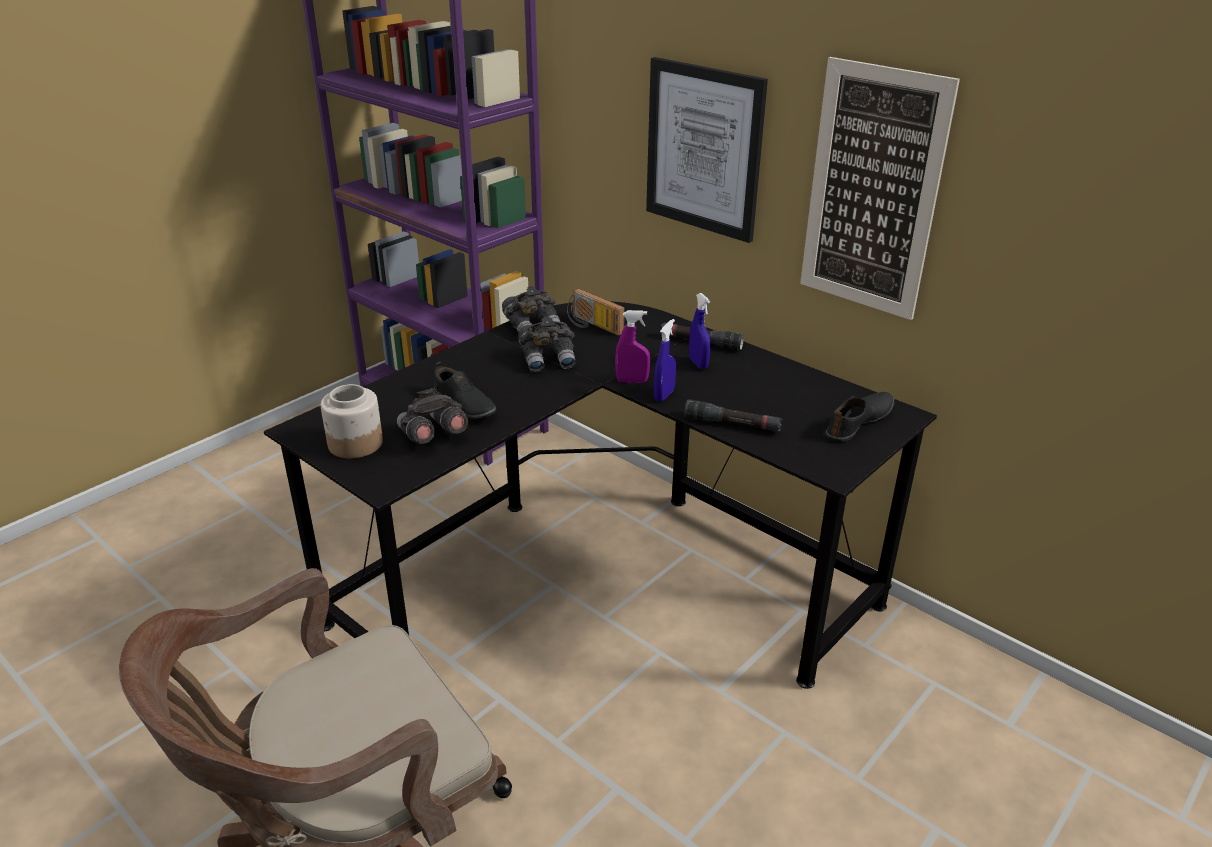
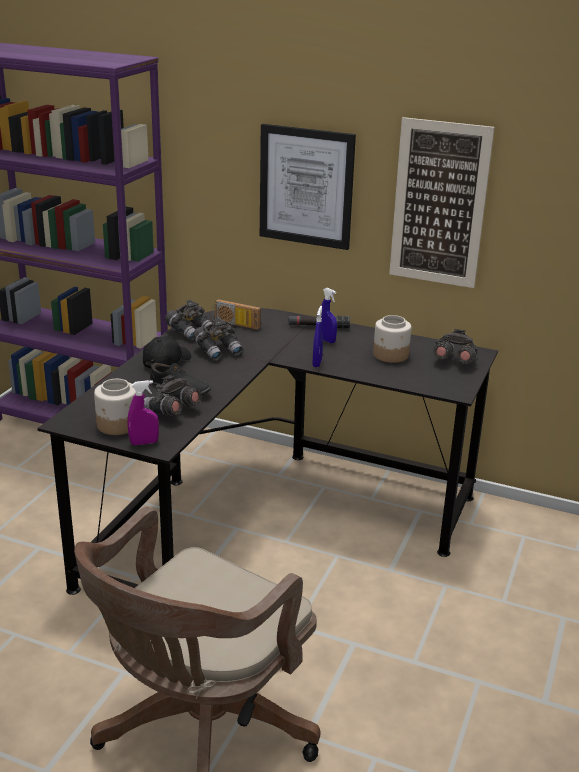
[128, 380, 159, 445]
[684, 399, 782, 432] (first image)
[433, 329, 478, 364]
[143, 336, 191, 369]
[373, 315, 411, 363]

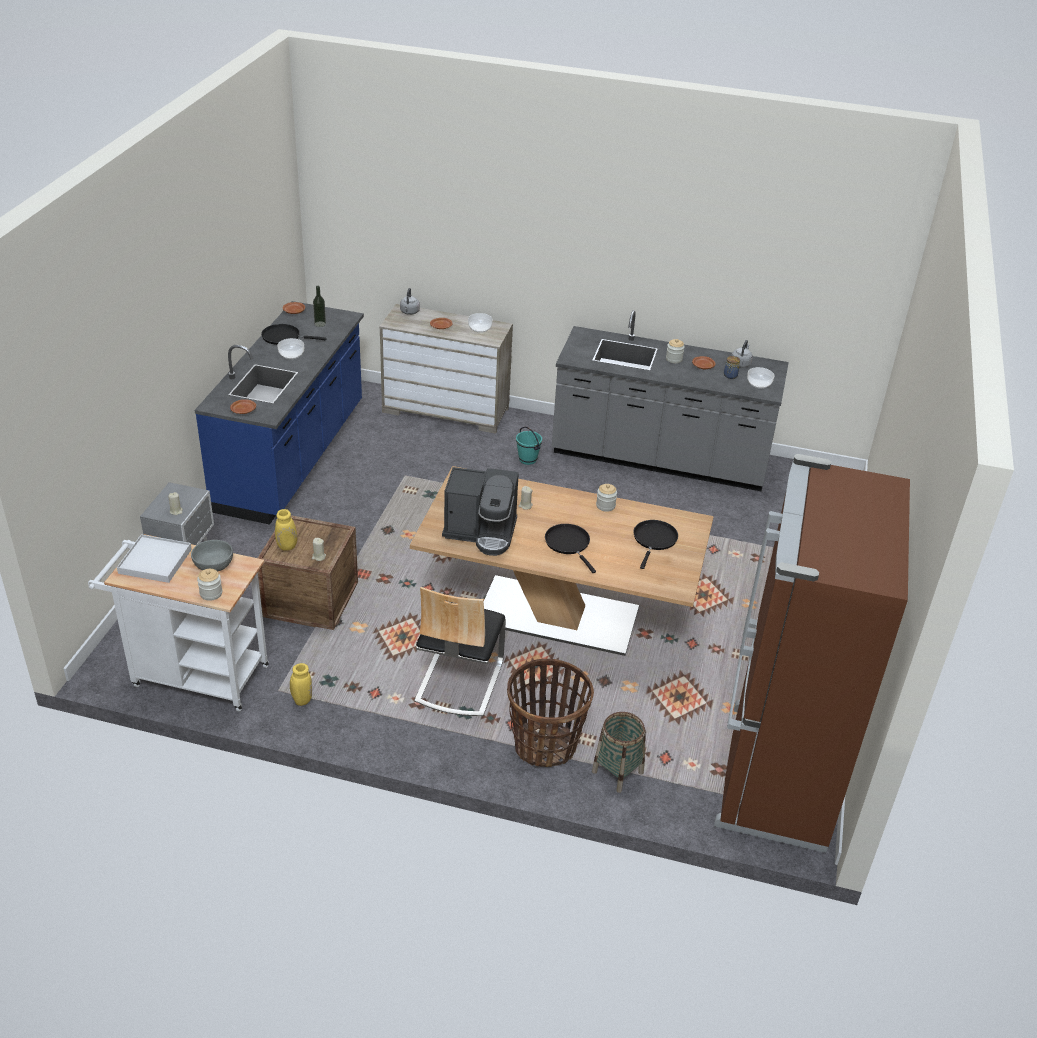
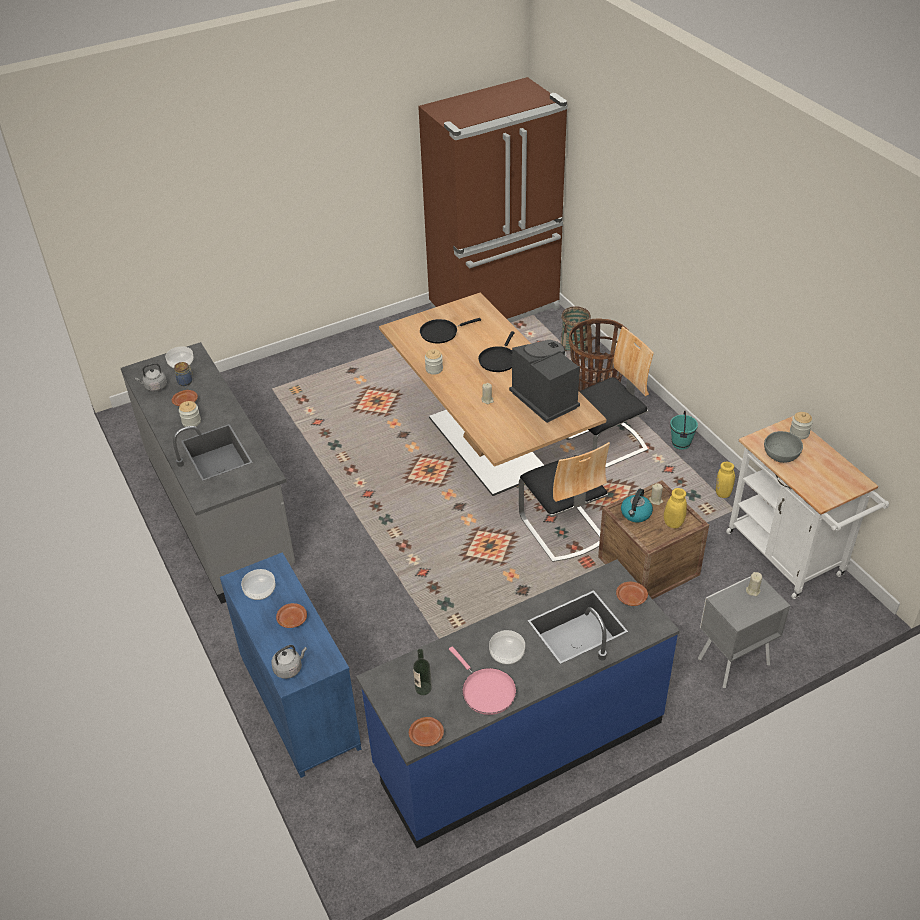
[117, 534, 192, 583] (first image)
[449, 646, 517, 715]
[220, 552, 361, 778]
[670, 411, 698, 450]
[519, 442, 610, 562]
[621, 489, 653, 522]

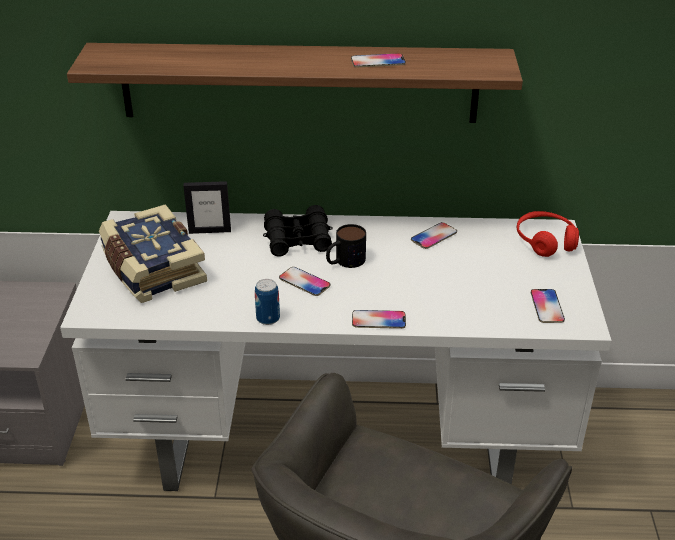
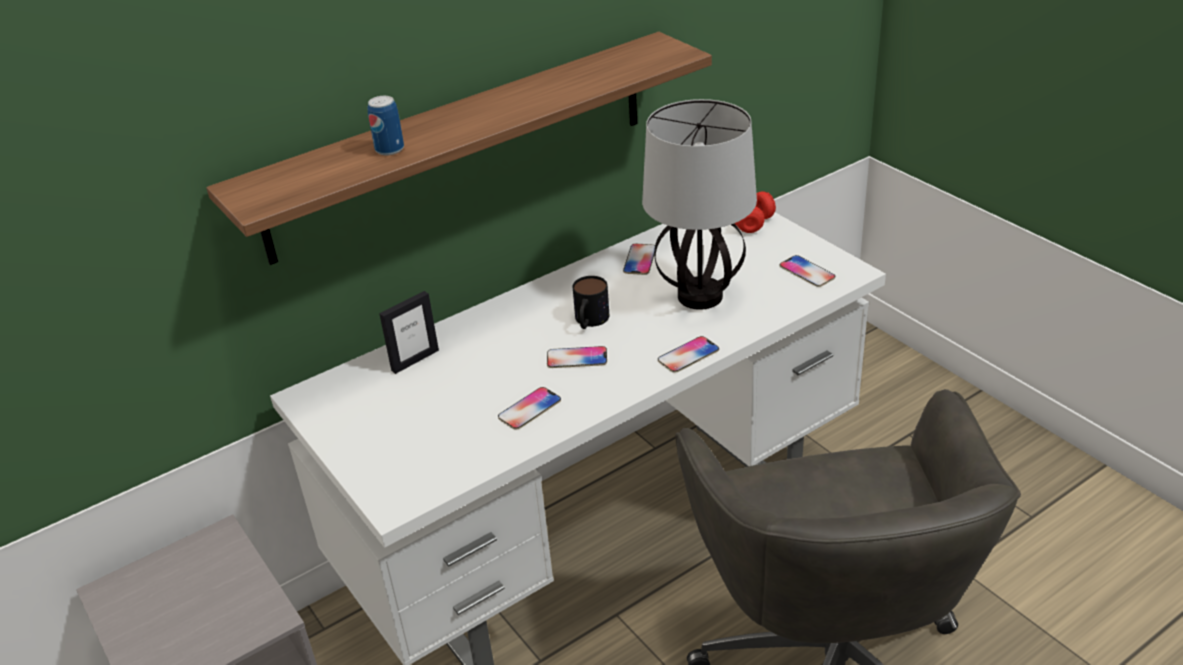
[99, 204, 207, 303] (first image)
[367, 96, 404, 156]
[263, 205, 333, 256] (first image)
[498, 387, 561, 430]
[642, 99, 757, 310]

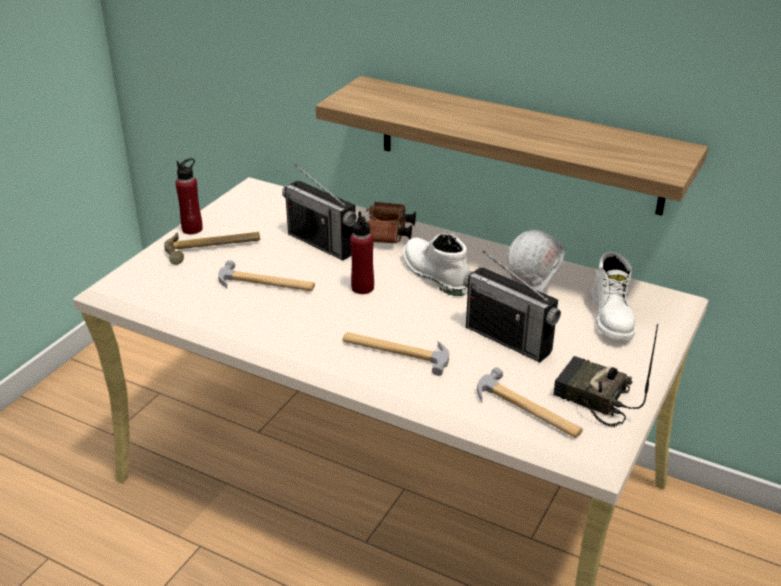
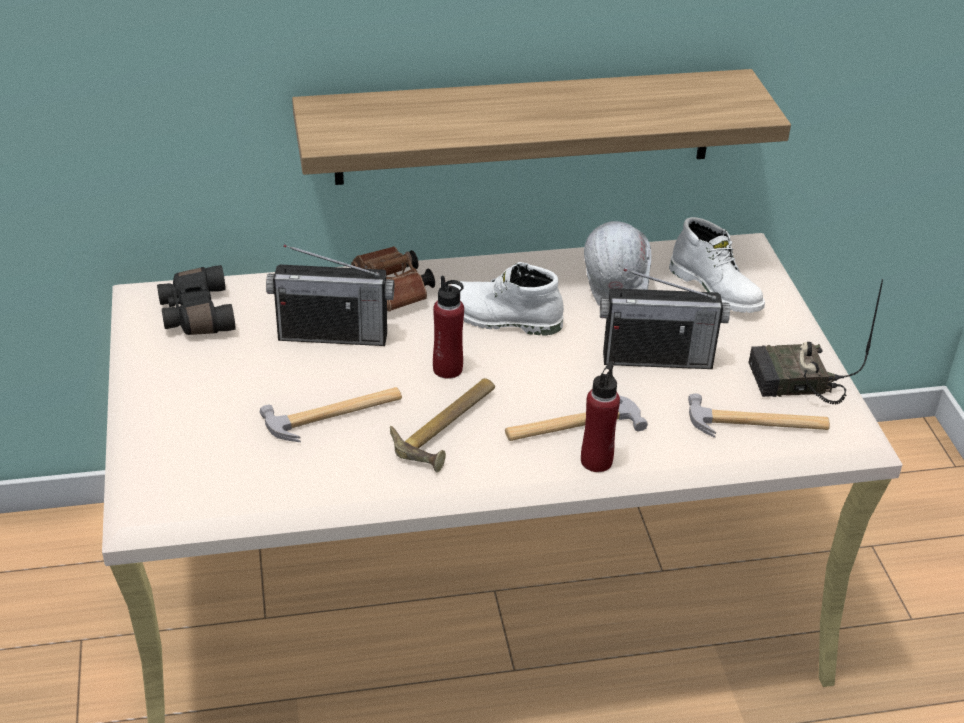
[390, 378, 495, 472]
[581, 361, 620, 472]
[157, 265, 236, 335]

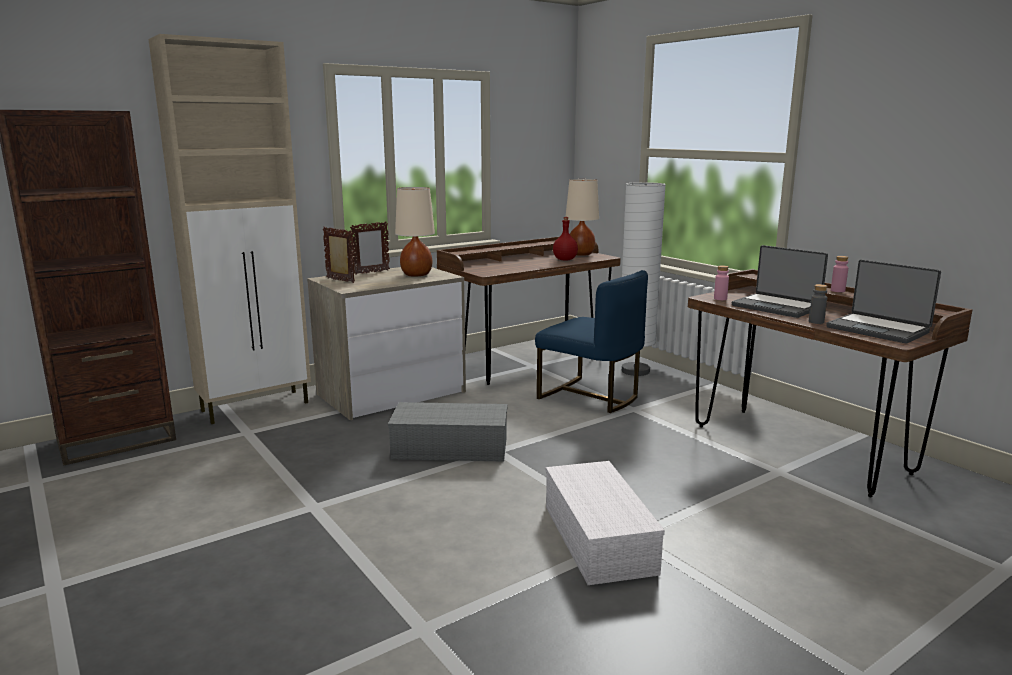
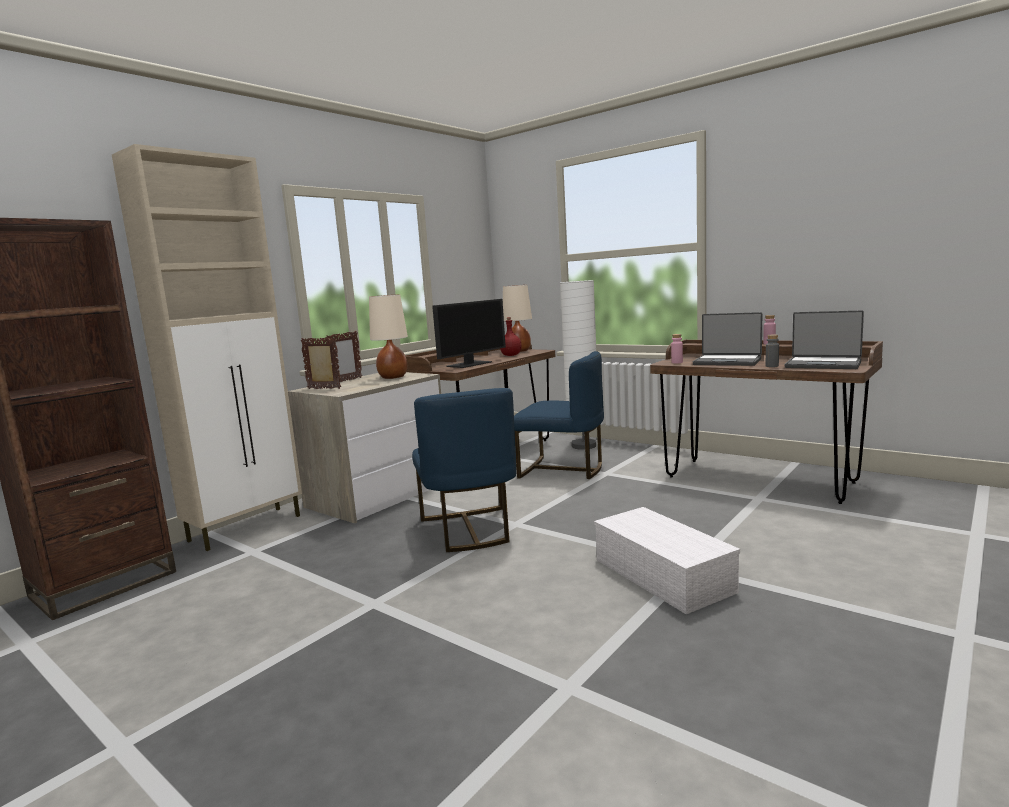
[412, 388, 516, 552]
[432, 299, 506, 368]

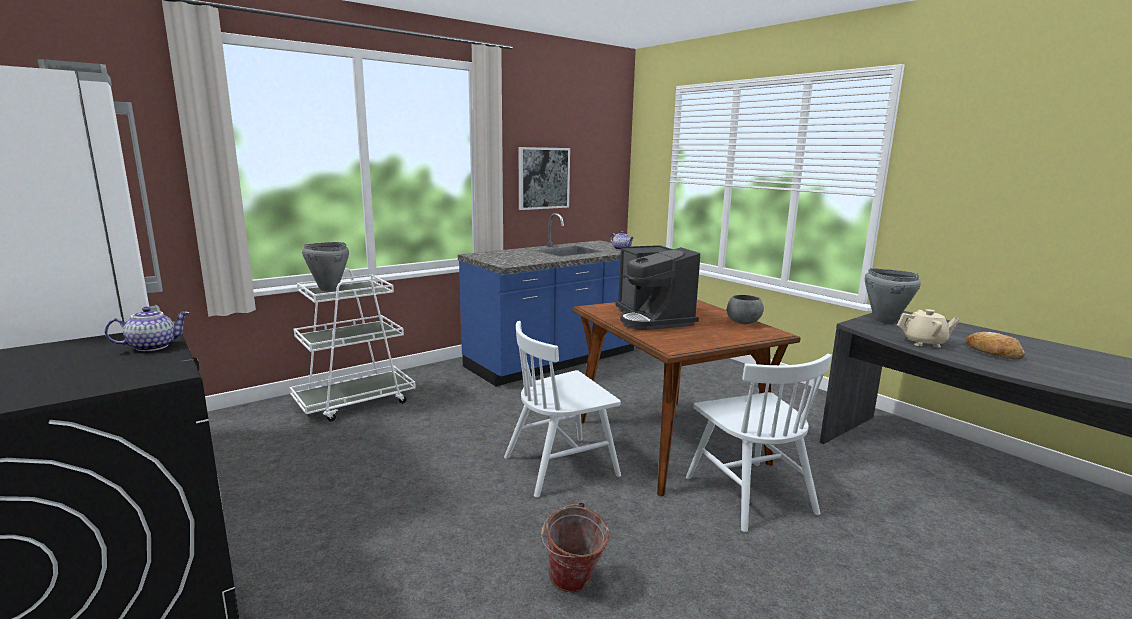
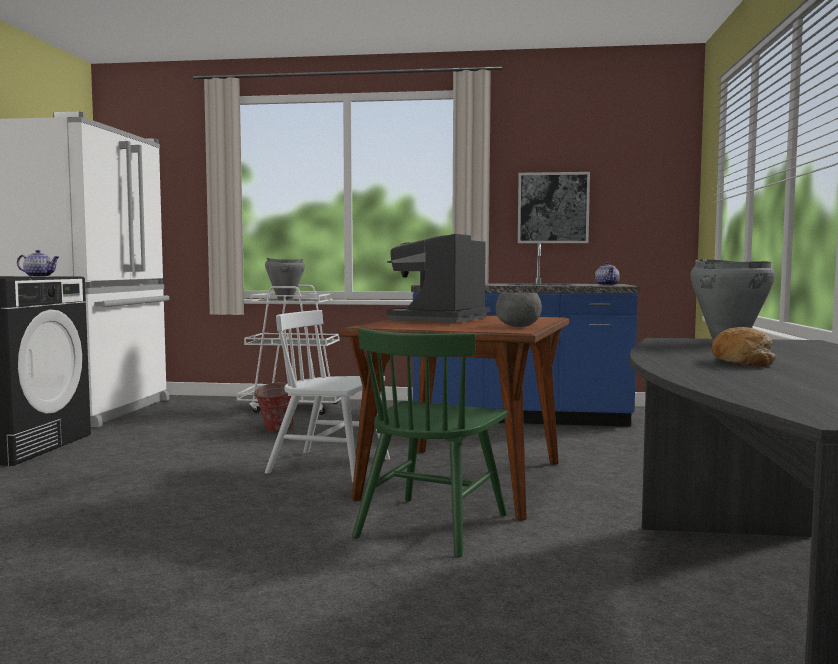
[254, 382, 294, 432]
[352, 328, 508, 557]
[897, 309, 960, 347] (first image)

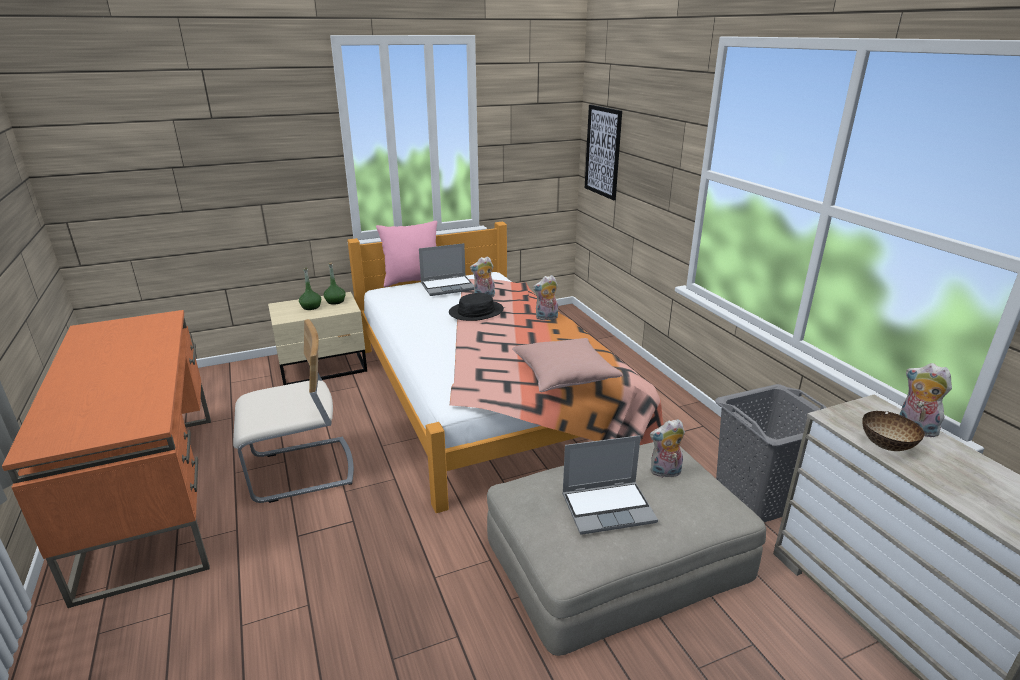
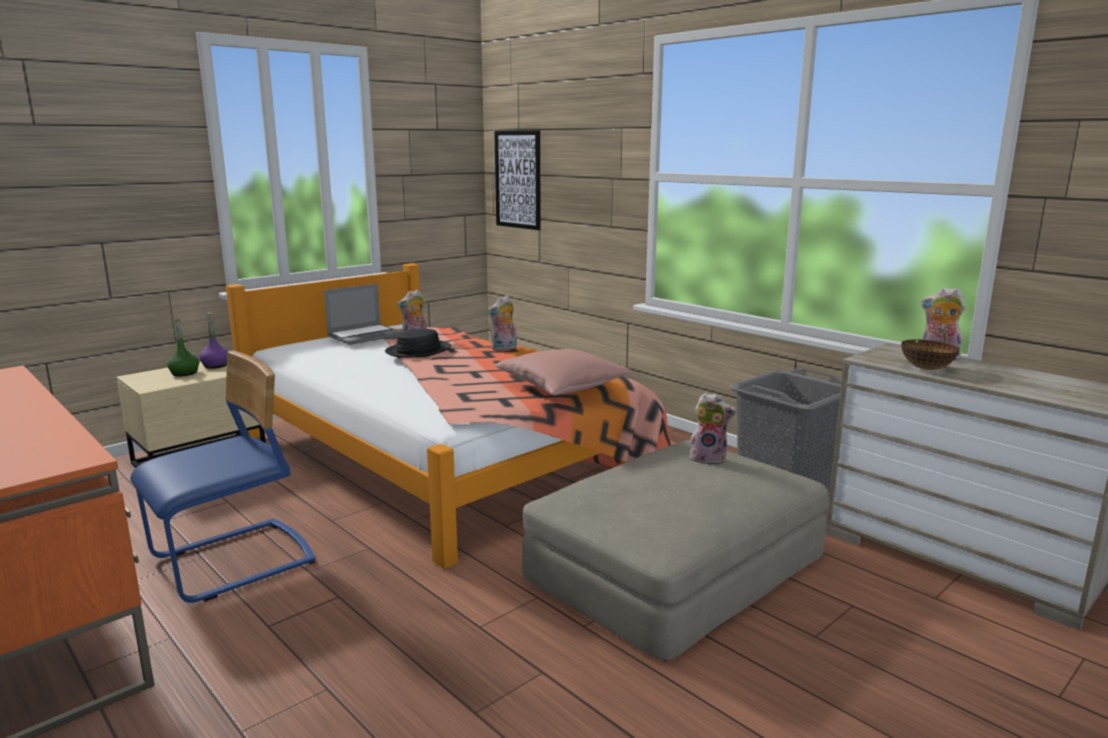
[130, 351, 315, 603]
[199, 313, 228, 369]
[376, 221, 437, 287] (first image)
[562, 435, 658, 535] (first image)
[690, 392, 736, 465]

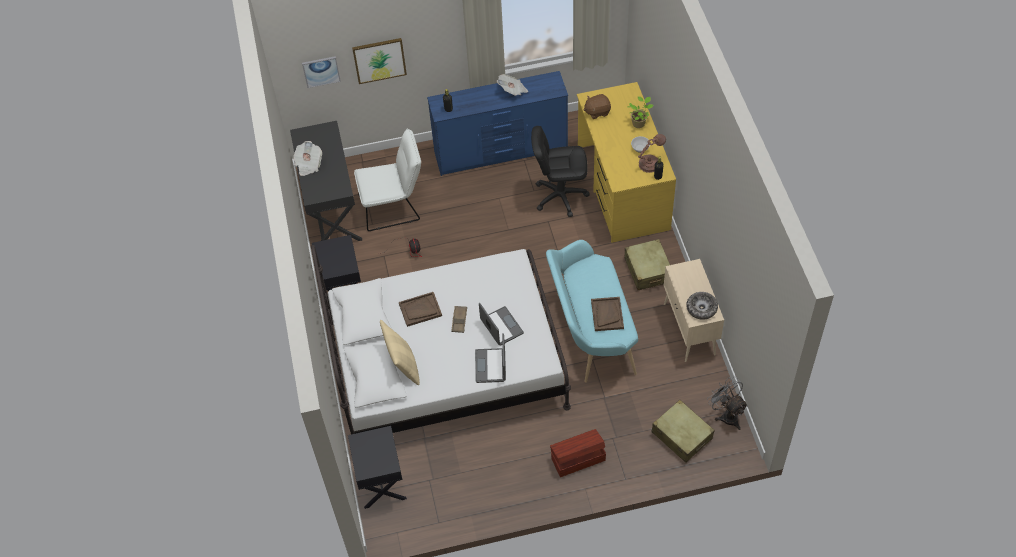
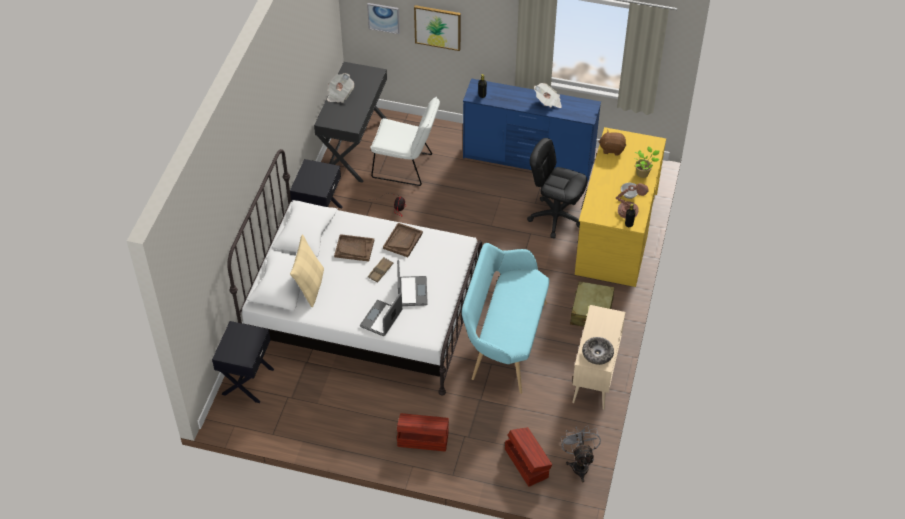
[383, 223, 423, 257]
[505, 427, 552, 487]

